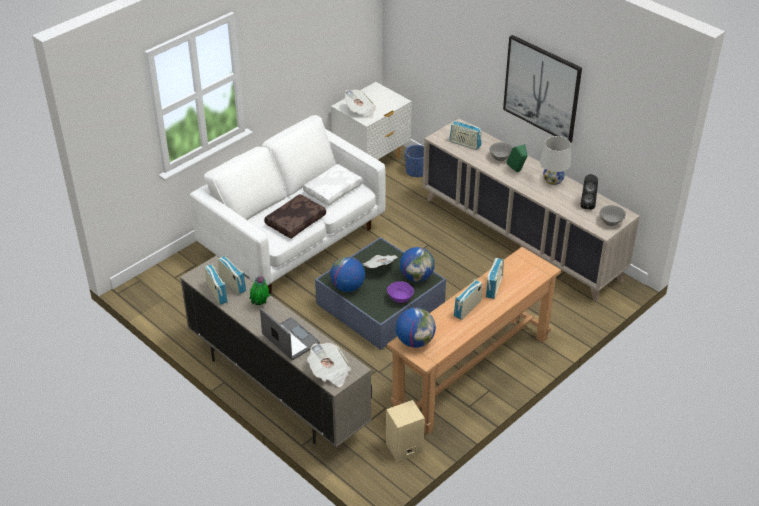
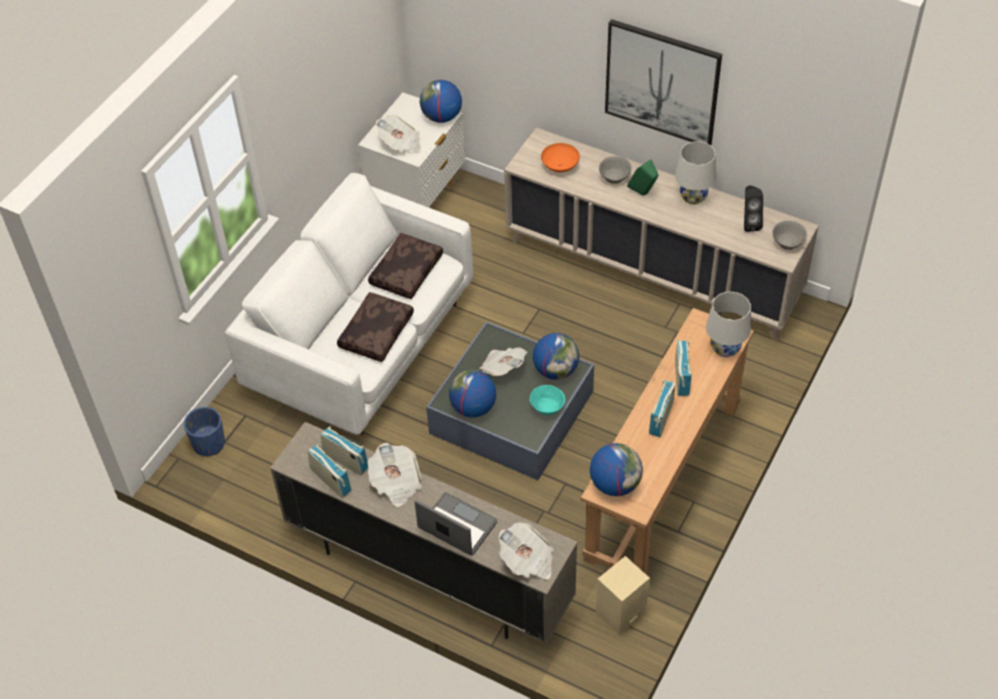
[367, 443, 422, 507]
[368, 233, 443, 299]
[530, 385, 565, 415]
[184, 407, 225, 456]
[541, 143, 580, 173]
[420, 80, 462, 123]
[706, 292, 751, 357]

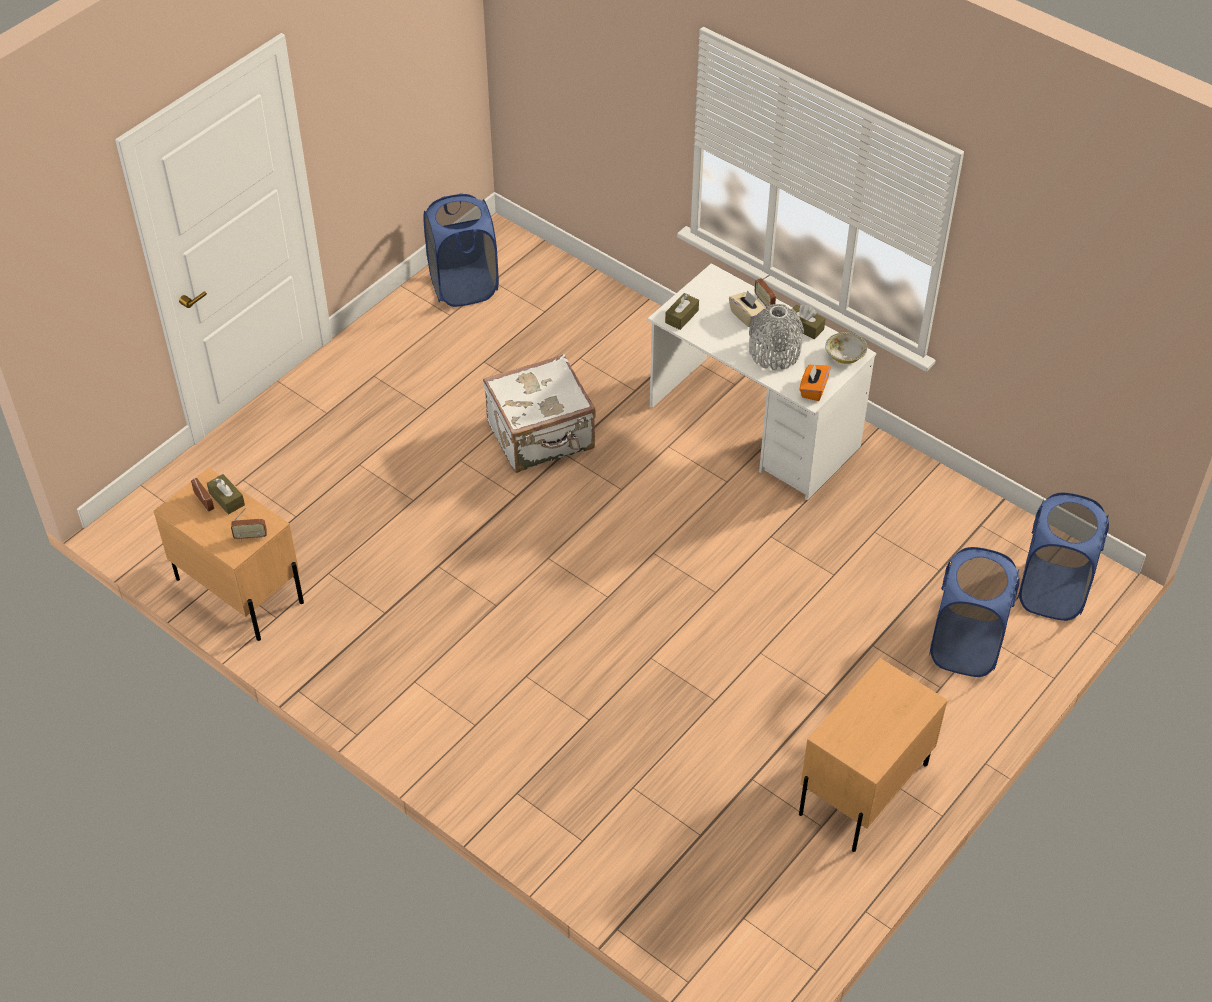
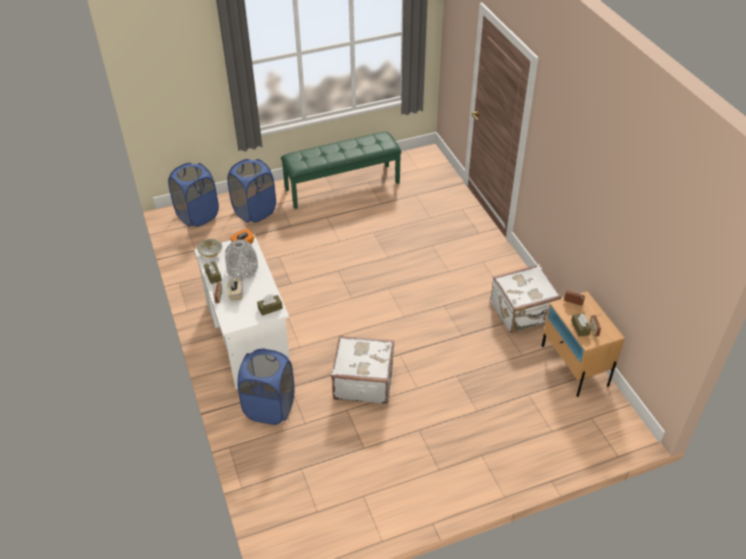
[238, 348, 295, 425]
[281, 132, 402, 209]
[490, 265, 562, 333]

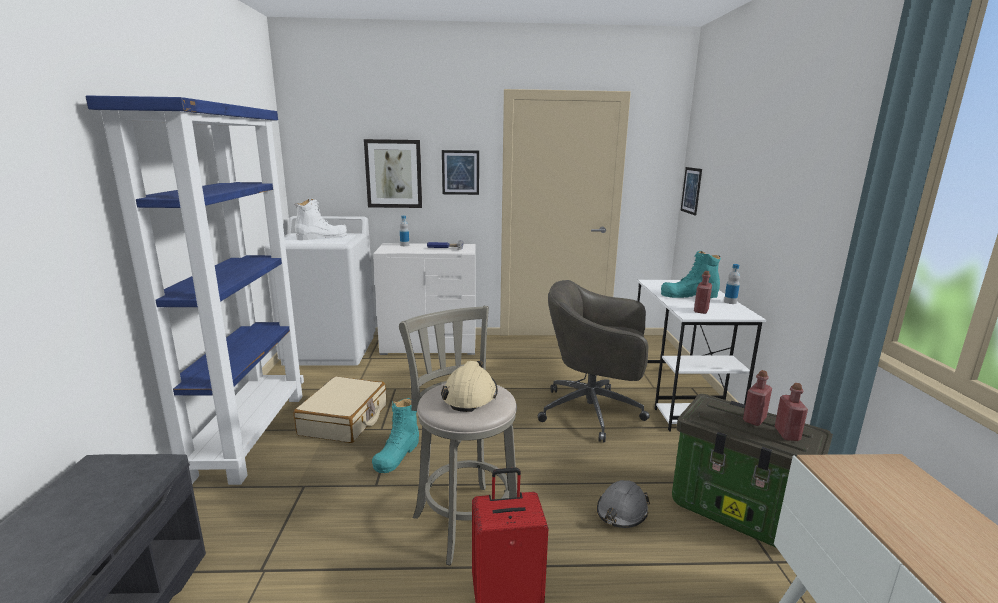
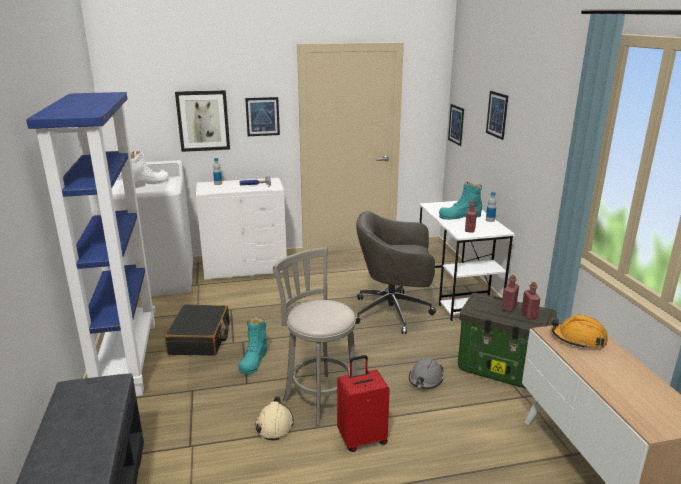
[165, 305, 229, 356]
[255, 396, 294, 440]
[486, 91, 508, 140]
[551, 314, 608, 349]

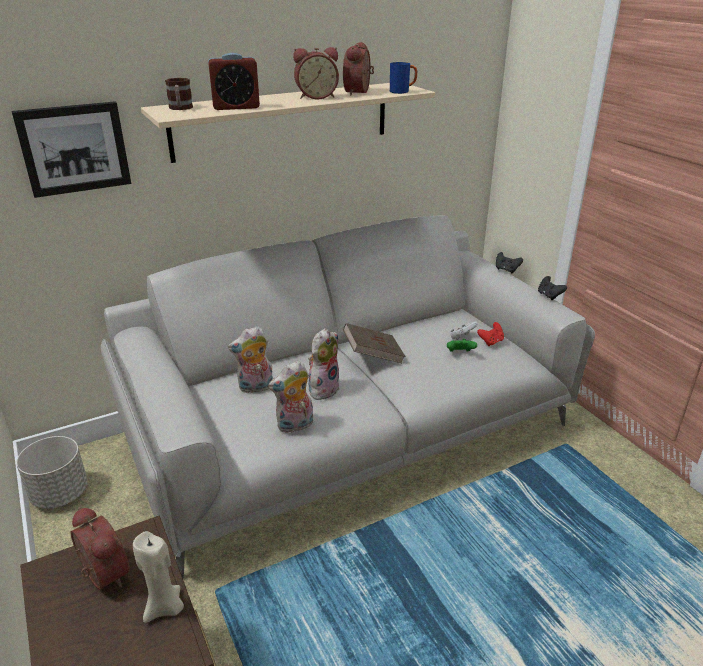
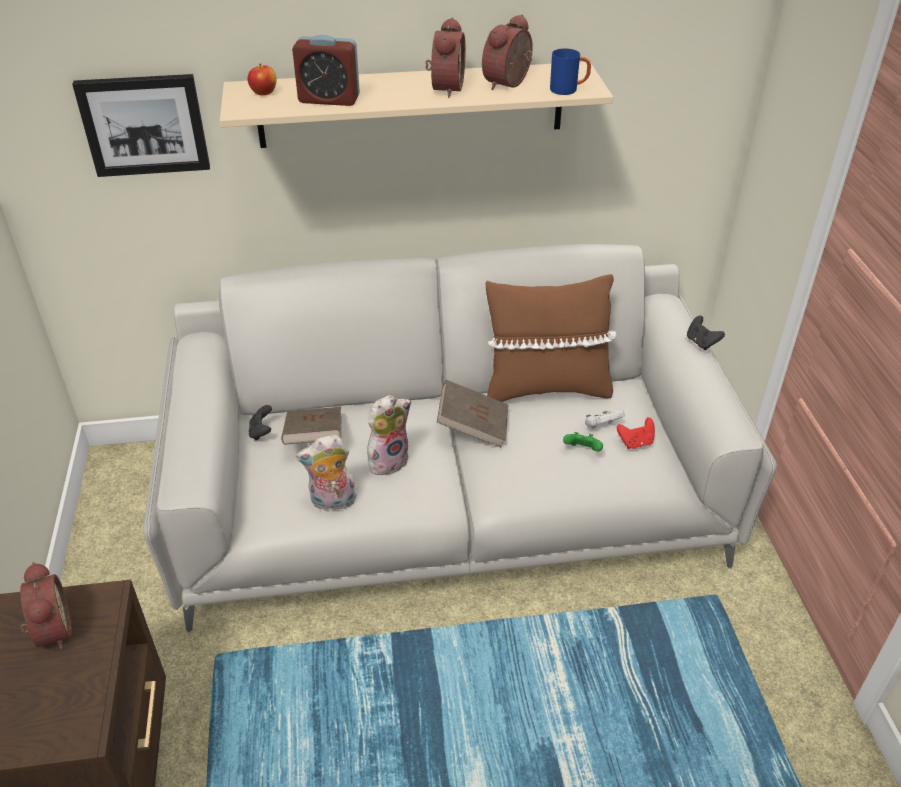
[16, 436, 88, 509] (first image)
[133, 531, 184, 623] (first image)
[248, 63, 277, 96]
[281, 407, 342, 445]
[425, 17, 466, 98]
[249, 405, 272, 440]
[486, 274, 617, 402]

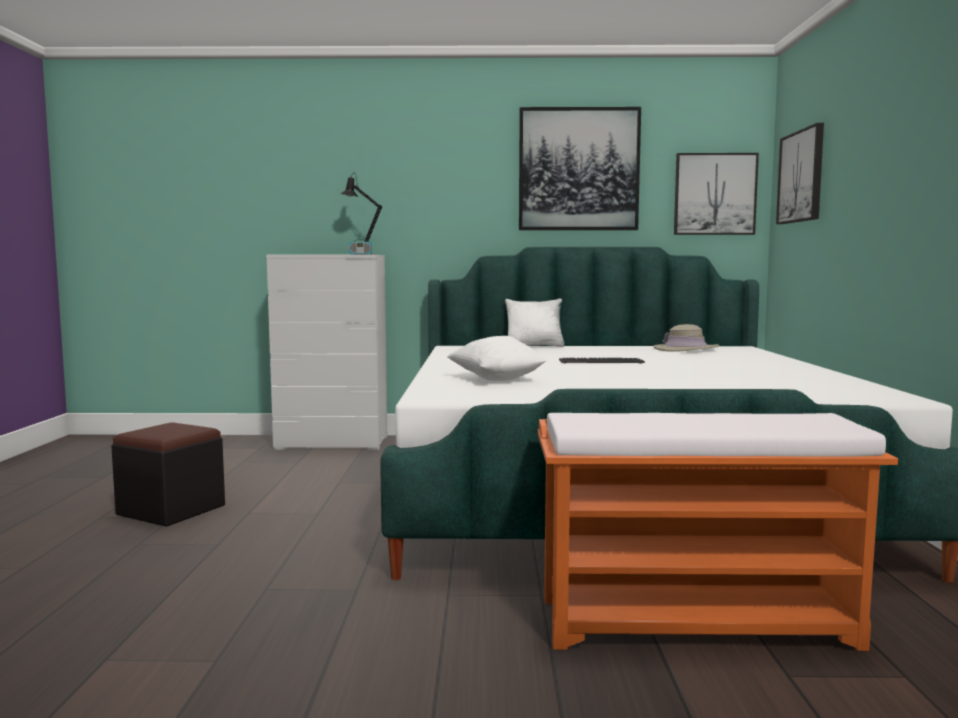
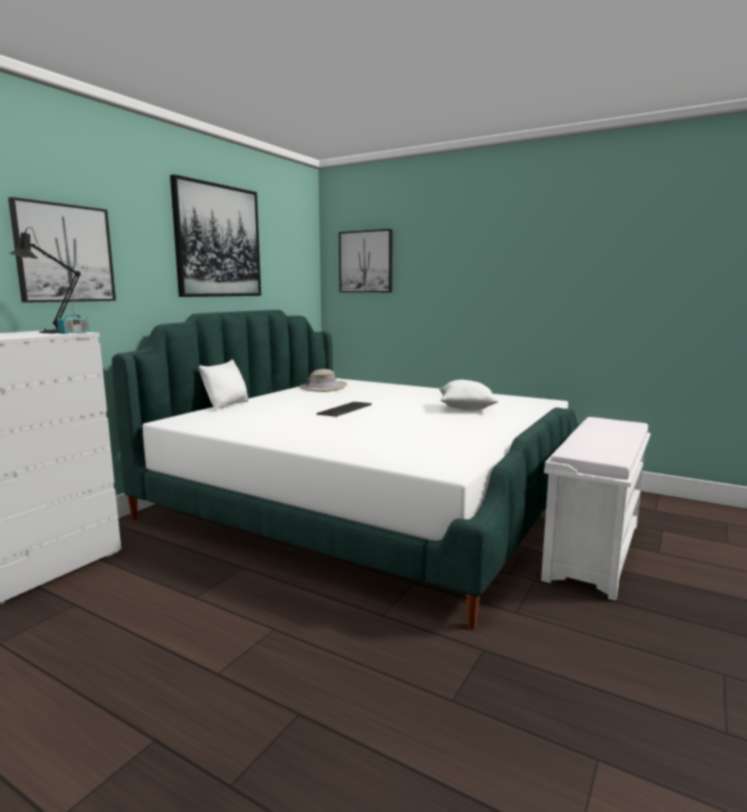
[111, 422, 225, 527] (first image)
[439, 380, 498, 410]
[541, 417, 650, 601]
[8, 197, 116, 303]

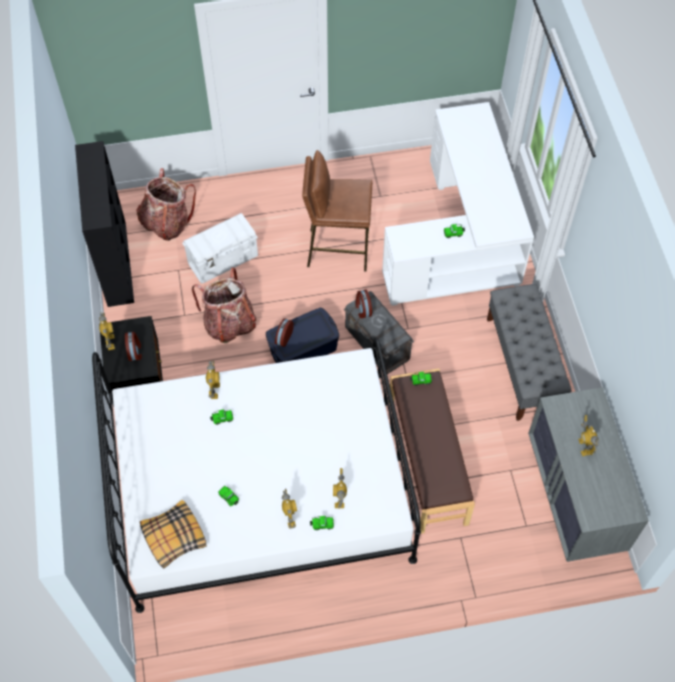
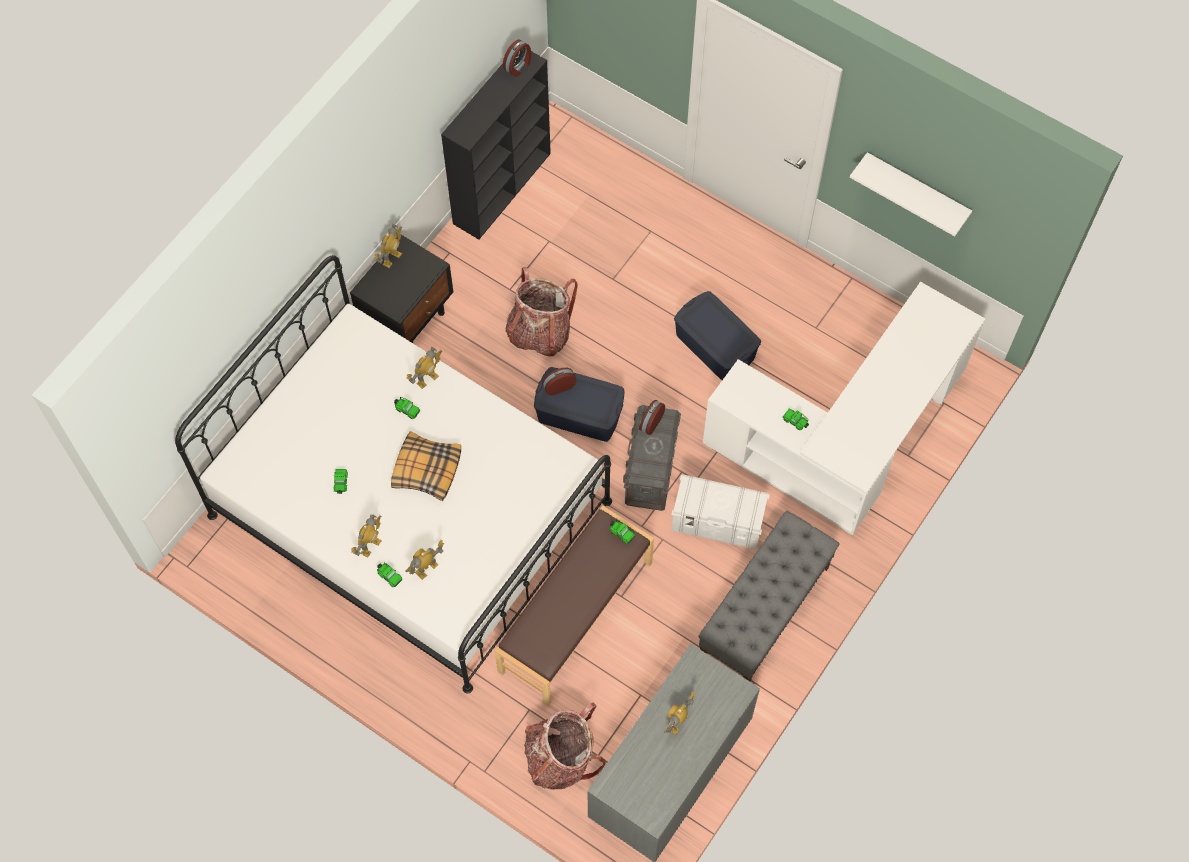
[503, 39, 531, 77]
[524, 702, 606, 790]
[391, 431, 461, 501]
[671, 474, 770, 549]
[674, 291, 761, 380]
[850, 152, 972, 236]

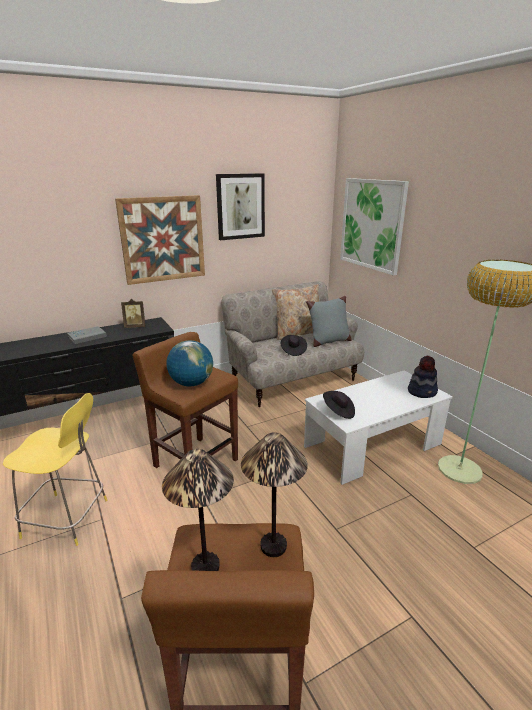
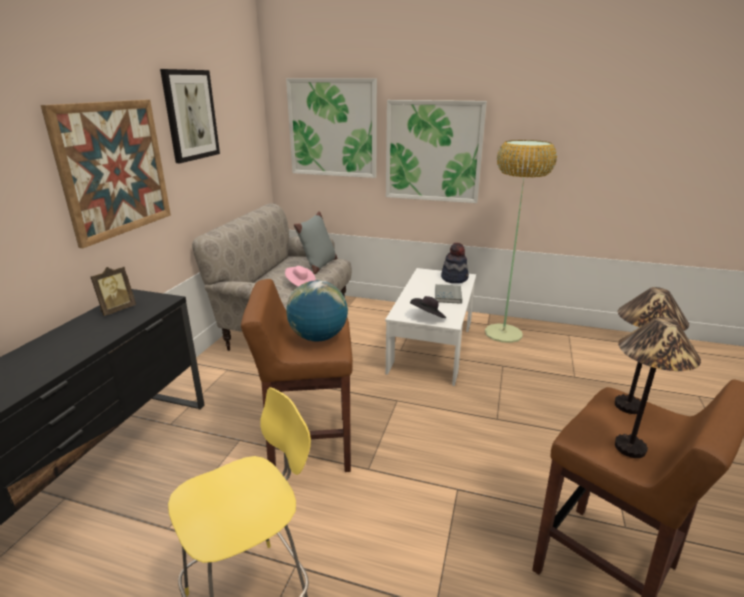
[435, 284, 462, 304]
[272, 284, 319, 340] (first image)
[285, 266, 316, 287]
[386, 100, 487, 203]

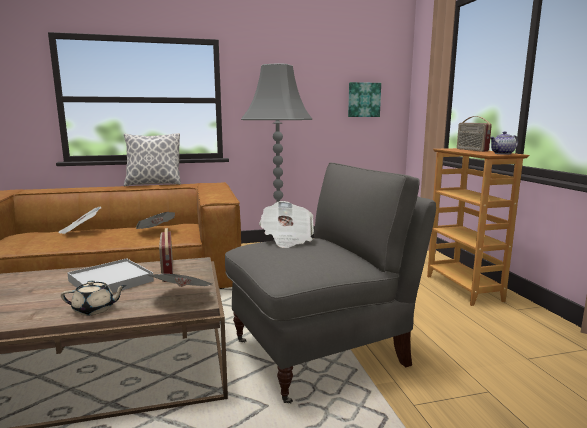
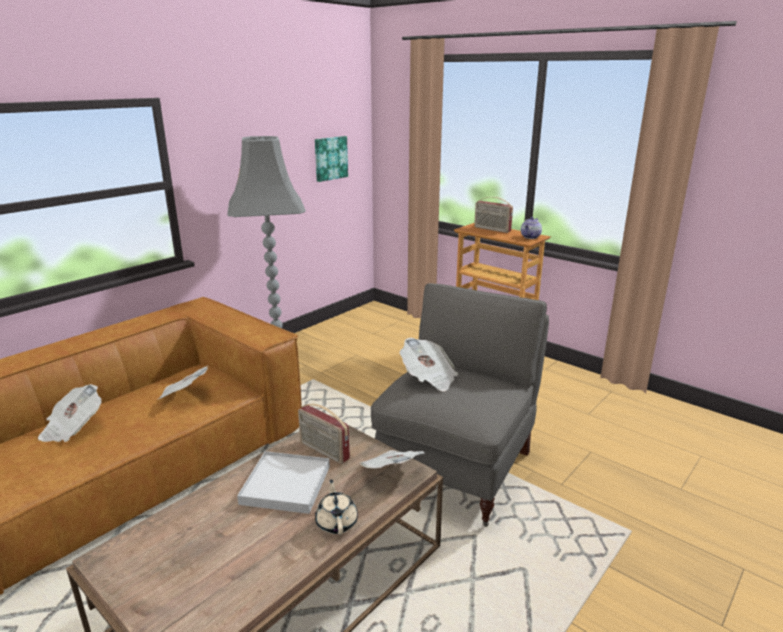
[315, 479, 358, 535]
[124, 133, 181, 187] (first image)

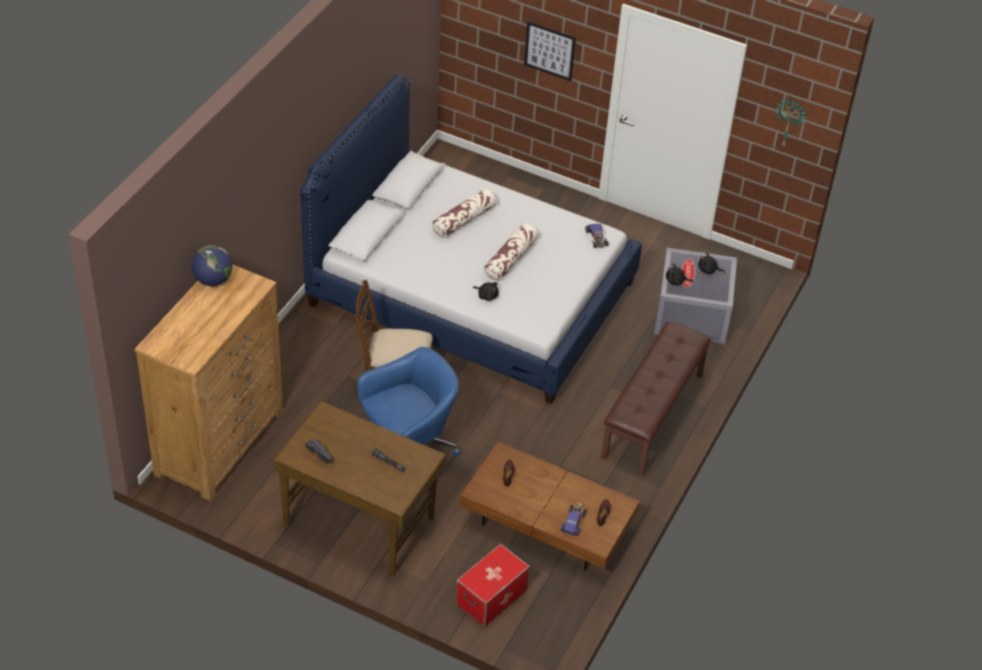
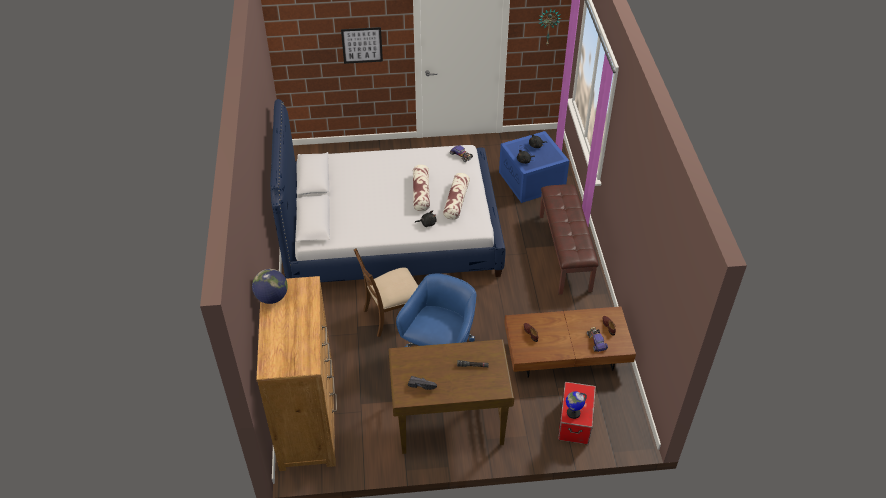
[443, 173, 470, 220]
[499, 131, 569, 203]
[566, 391, 587, 419]

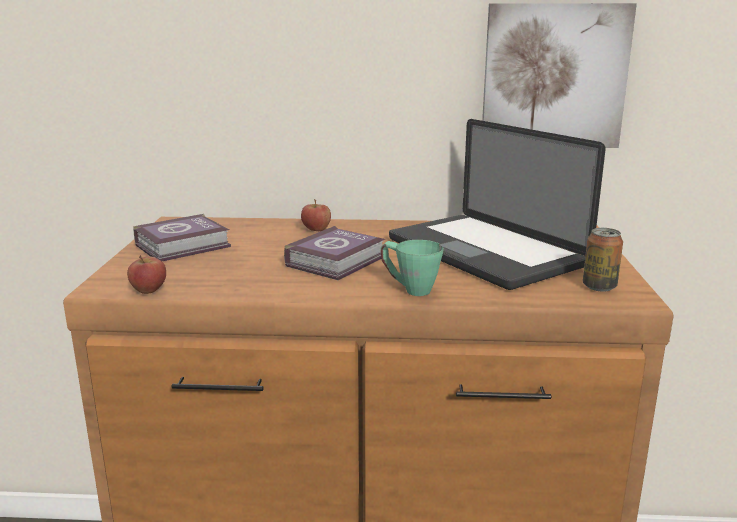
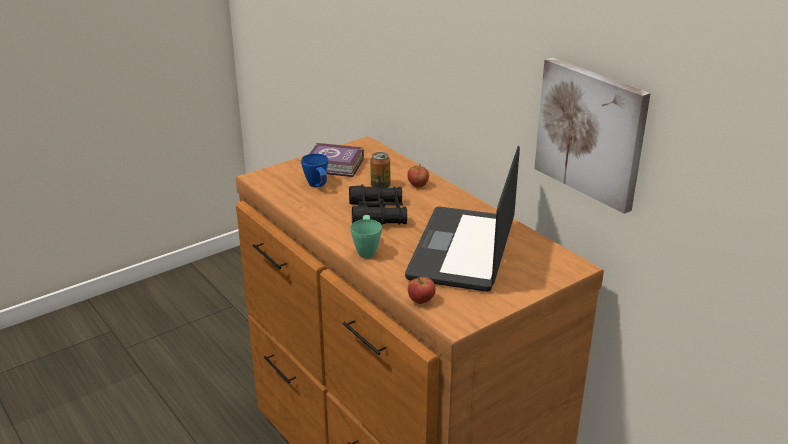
[408, 277, 435, 304]
[349, 185, 407, 225]
[370, 152, 391, 188]
[301, 154, 328, 187]

